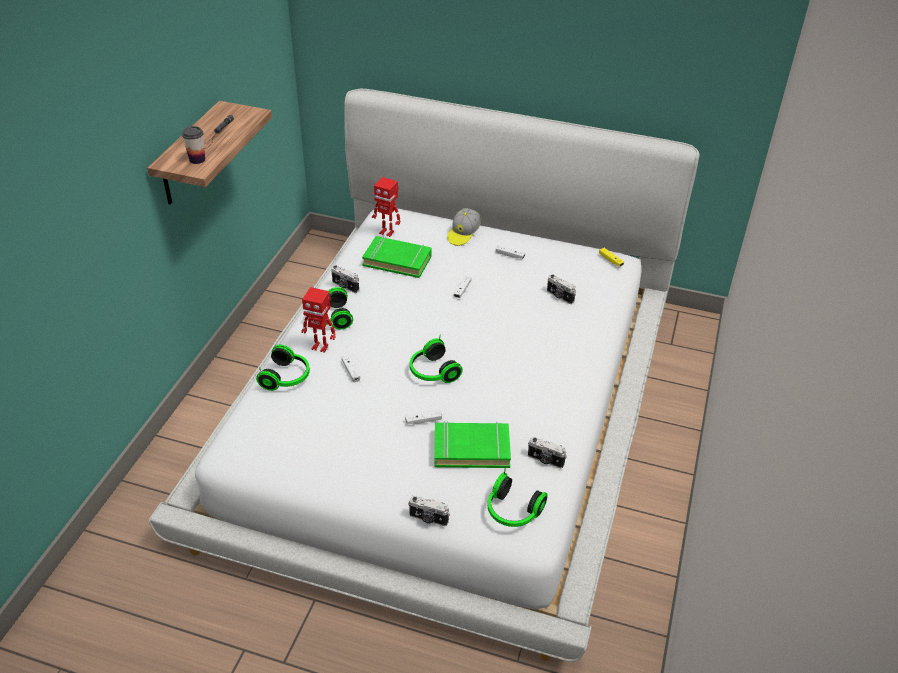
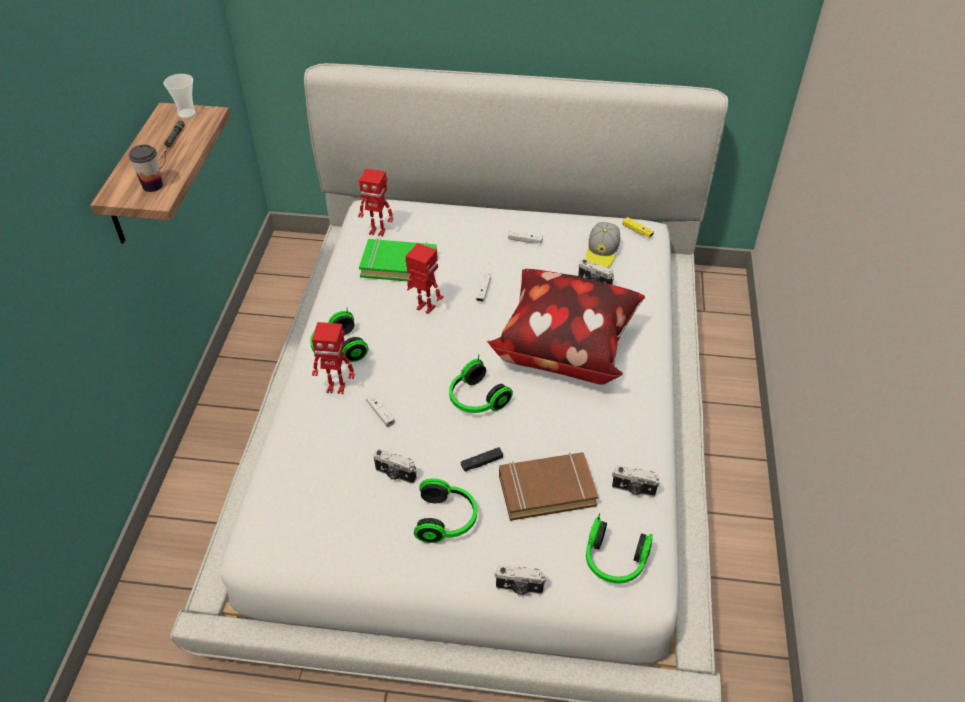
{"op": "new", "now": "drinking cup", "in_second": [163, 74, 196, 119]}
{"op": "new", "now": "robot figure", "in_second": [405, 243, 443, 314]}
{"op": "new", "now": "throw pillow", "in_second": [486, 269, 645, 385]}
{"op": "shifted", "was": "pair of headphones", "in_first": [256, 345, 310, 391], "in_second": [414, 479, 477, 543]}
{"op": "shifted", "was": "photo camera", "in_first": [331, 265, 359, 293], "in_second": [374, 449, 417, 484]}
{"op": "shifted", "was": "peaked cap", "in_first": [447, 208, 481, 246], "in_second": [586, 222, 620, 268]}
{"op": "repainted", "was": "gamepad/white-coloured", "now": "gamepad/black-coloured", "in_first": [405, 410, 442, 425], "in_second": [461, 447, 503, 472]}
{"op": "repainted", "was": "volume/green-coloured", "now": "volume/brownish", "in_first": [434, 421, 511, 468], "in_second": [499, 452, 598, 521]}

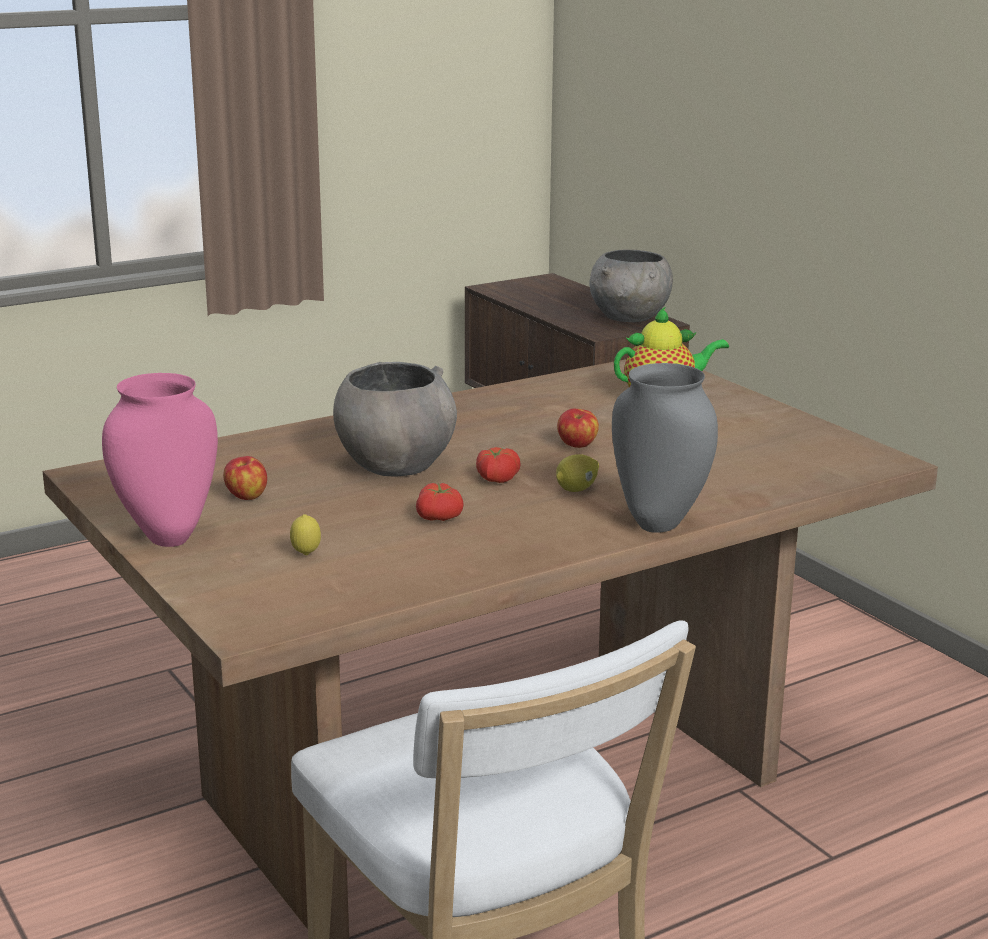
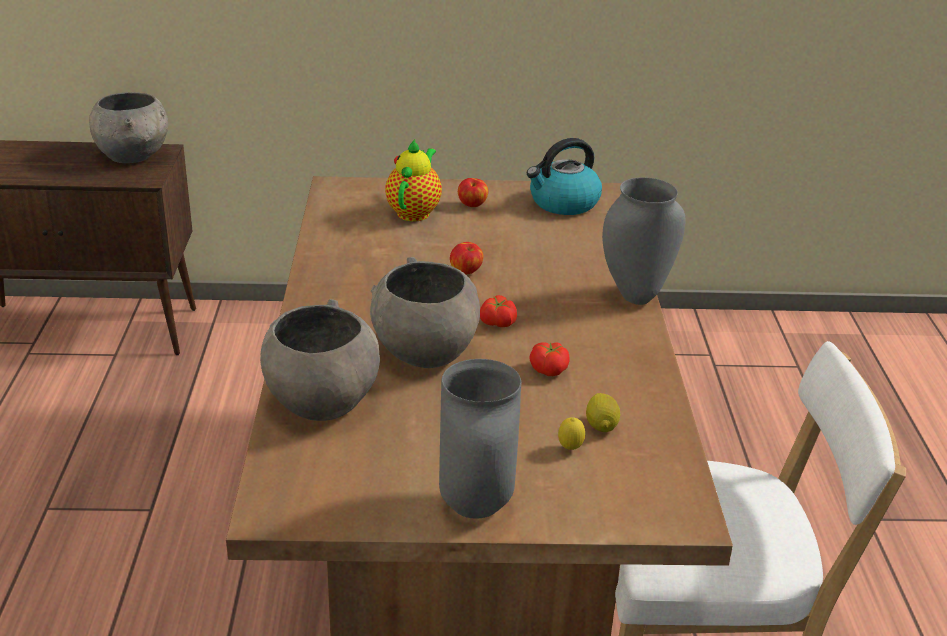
{"op": "new", "now": "bowl/grey", "in_second": [260, 299, 380, 421]}
{"op": "new", "now": "kettle", "in_second": [527, 138, 602, 215]}
{"op": "shifted", "was": "whole apple", "in_first": [223, 456, 267, 500], "in_second": [458, 178, 488, 207]}
{"op": "shifted", "was": "whole lemon", "in_first": [556, 454, 599, 492], "in_second": [586, 393, 620, 432]}
{"op": "repainted", "was": "flower vase/pink", "now": "flower vase/grey", "in_first": [102, 373, 218, 547], "in_second": [439, 359, 521, 518]}

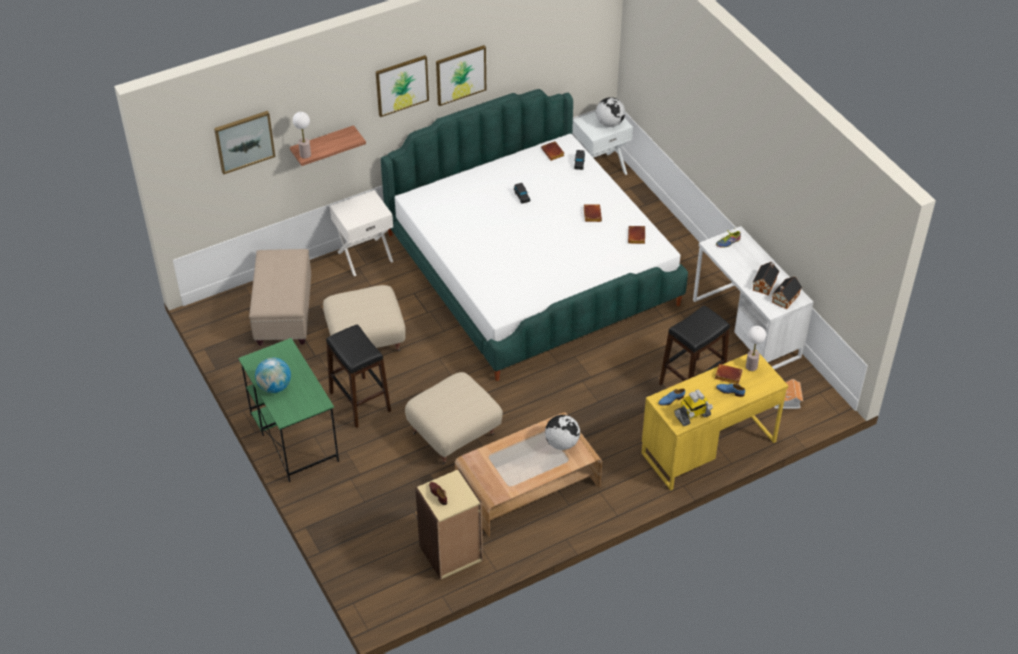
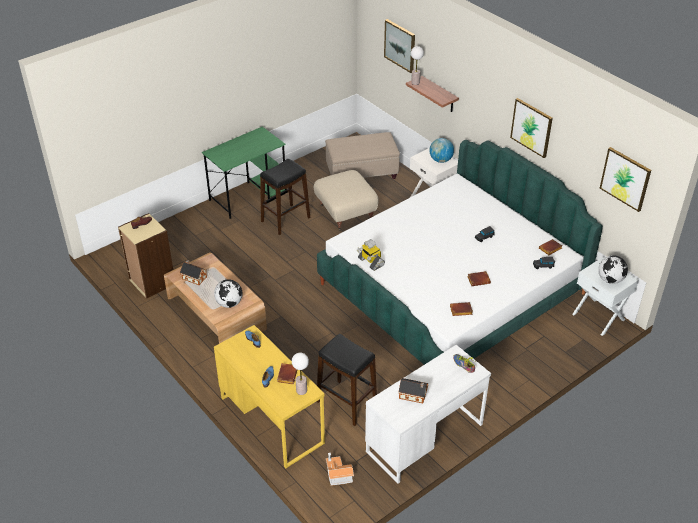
{"op": "gone", "was": "pouffe/beige-coloured", "in_first": [405, 372, 503, 465]}
{"op": "shifted", "was": "desk globe", "in_first": [255, 358, 291, 393], "in_second": [429, 138, 454, 163]}
{"op": "shifted", "was": "wall art", "in_first": [376, 55, 429, 117], "in_second": [600, 147, 651, 212]}
{"op": "shifted", "was": "robot figure", "in_first": [674, 390, 713, 426], "in_second": [357, 239, 385, 271]}
{"op": "shifted", "was": "toy house", "in_first": [772, 276, 802, 309], "in_second": [180, 260, 207, 286]}

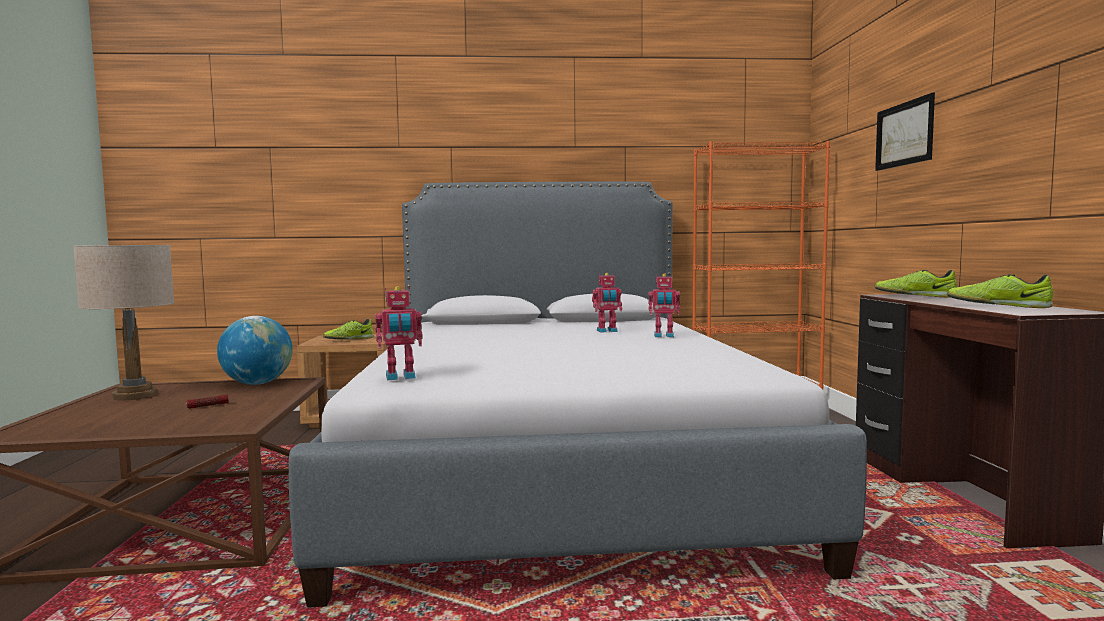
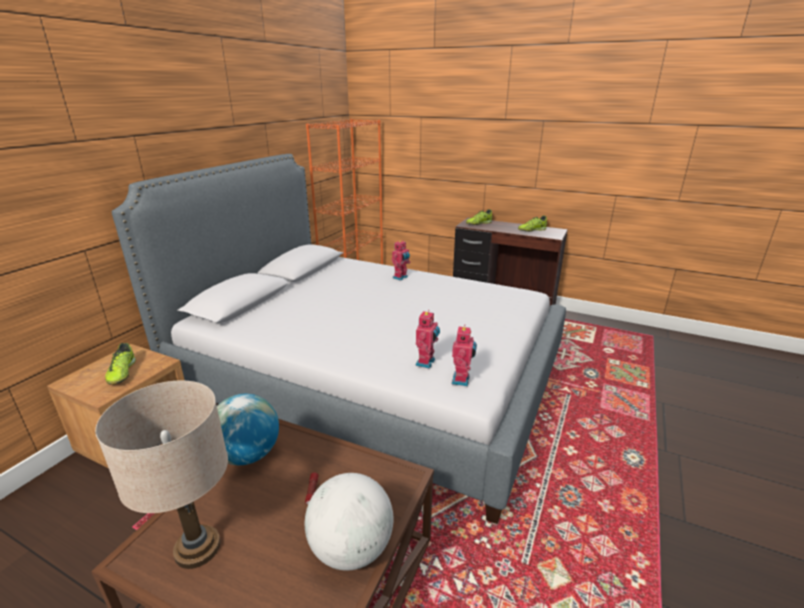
{"op": "gone", "was": "wall art", "in_first": [875, 92, 935, 171]}
{"op": "new", "now": "desk globe", "in_second": [305, 473, 393, 571]}
{"op": "shifted", "was": "robot figure", "in_first": [592, 273, 622, 333], "in_second": [415, 310, 440, 369]}

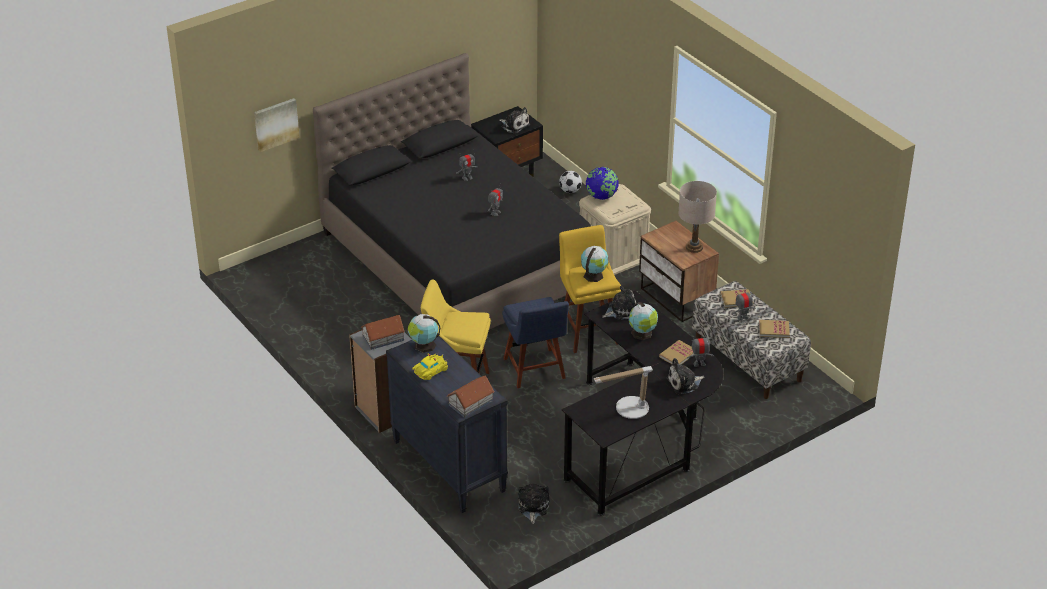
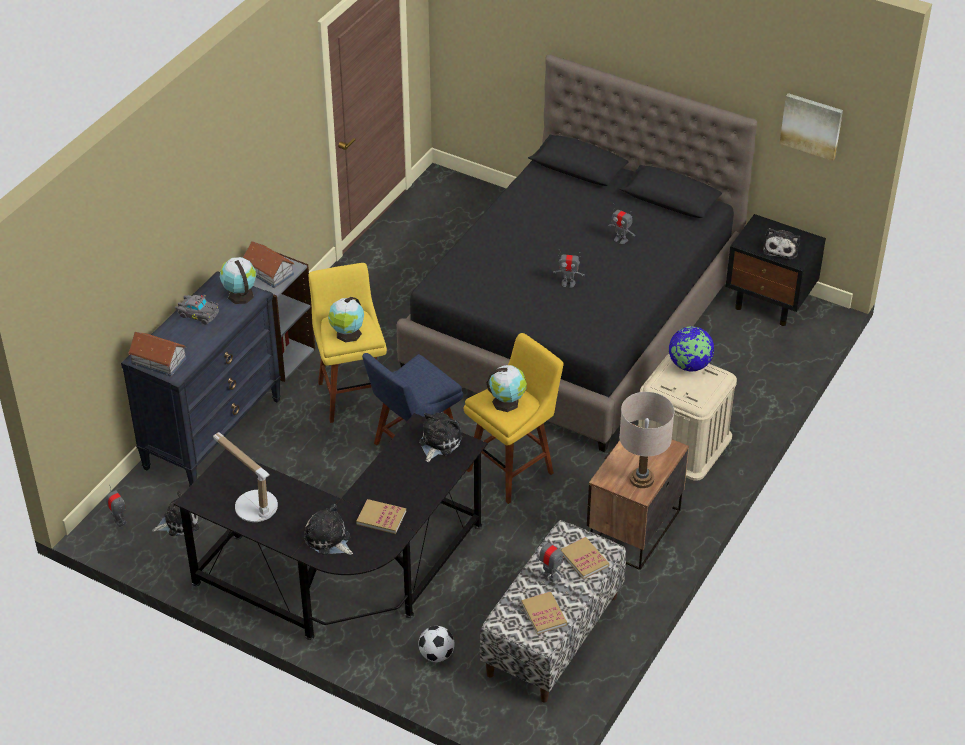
{"op": "shifted", "was": "wall art", "in_first": [254, 98, 299, 152], "in_second": [779, 93, 843, 161]}
{"op": "shifted", "was": "football ball", "in_first": [559, 171, 582, 193], "in_second": [418, 626, 454, 662]}
{"op": "shifted", "was": "desk globe", "in_first": [629, 302, 658, 340], "in_second": [328, 297, 364, 343]}
{"op": "shifted", "was": "robot figure", "in_first": [687, 334, 714, 367], "in_second": [106, 485, 127, 528]}
{"op": "repainted", "was": "toy car/yellow-coloured", "now": "toy car/grey", "in_first": [412, 352, 448, 380], "in_second": [175, 295, 219, 325]}
{"op": "rotated", "was": "plush toy", "in_first": [602, 286, 636, 320], "in_second": [419, 413, 462, 462], "clockwise": -105}

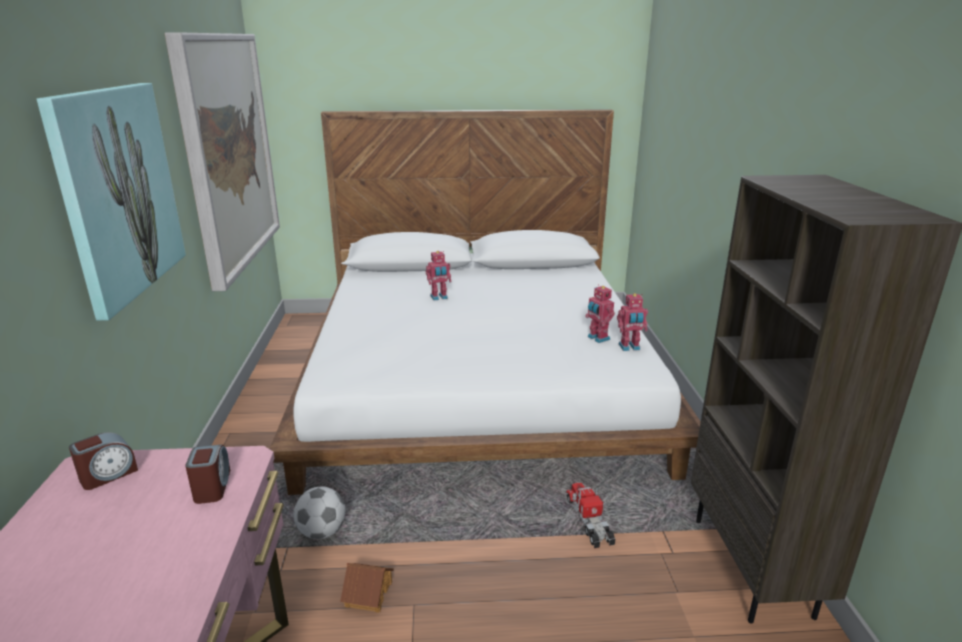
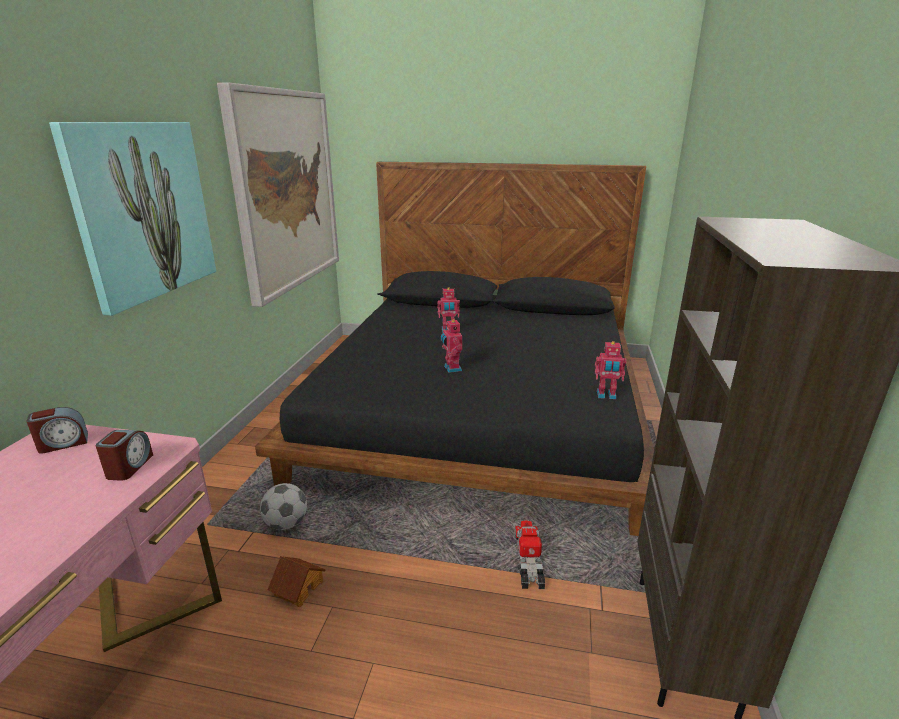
{"op": "shifted", "was": "robot figure", "in_first": [585, 284, 615, 343], "in_second": [441, 318, 462, 373]}
{"op": "repainted", "was": "bed/white-coloured", "now": "bed/black-coloured", "in_first": [269, 109, 700, 495], "in_second": [255, 162, 654, 536]}

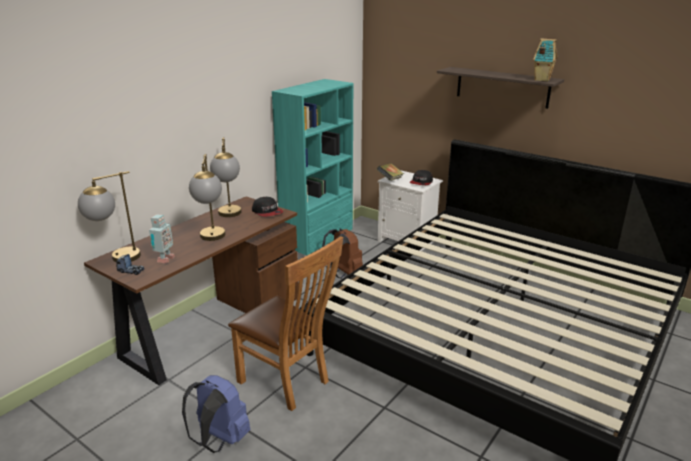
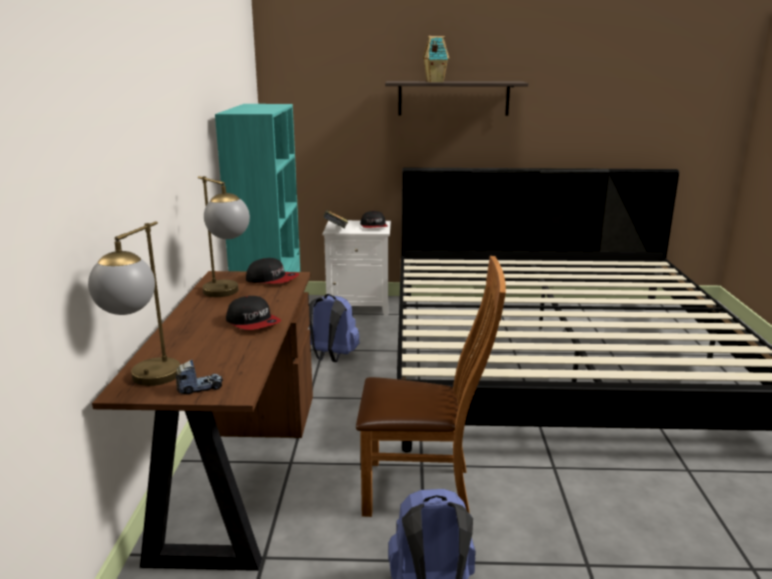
{"op": "gone", "was": "robot figure", "in_first": [149, 214, 175, 264]}
{"op": "shifted", "was": "toy house", "in_first": [533, 38, 557, 82], "in_second": [423, 36, 449, 82]}
{"op": "swapped", "was": "table lamp", "now": "peaked cap", "in_first": [189, 154, 225, 241], "in_second": [226, 296, 281, 330]}
{"op": "repainted", "was": "knapsack/brownish", "now": "knapsack/blue-coloured", "in_first": [322, 229, 363, 279], "in_second": [309, 294, 360, 362]}

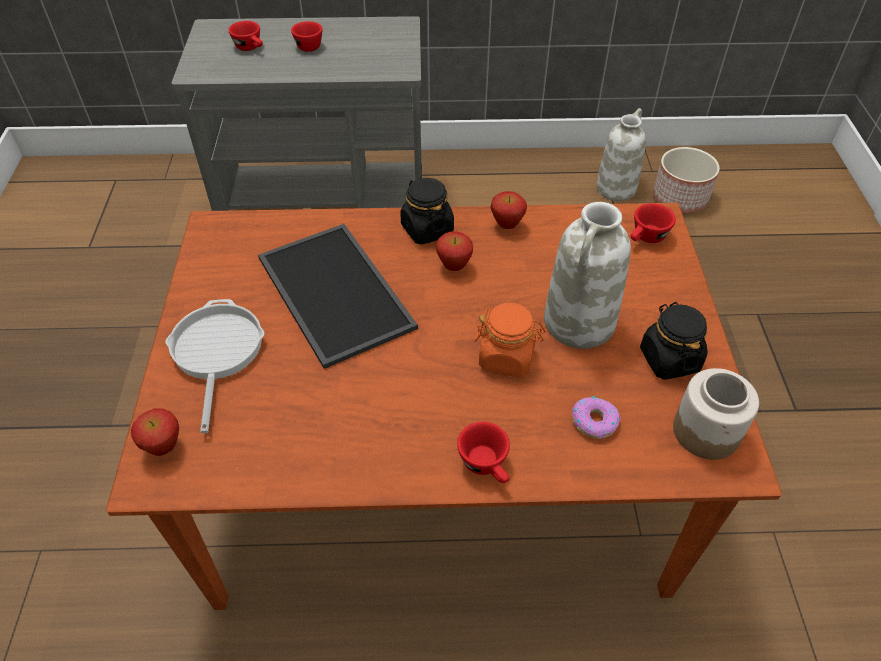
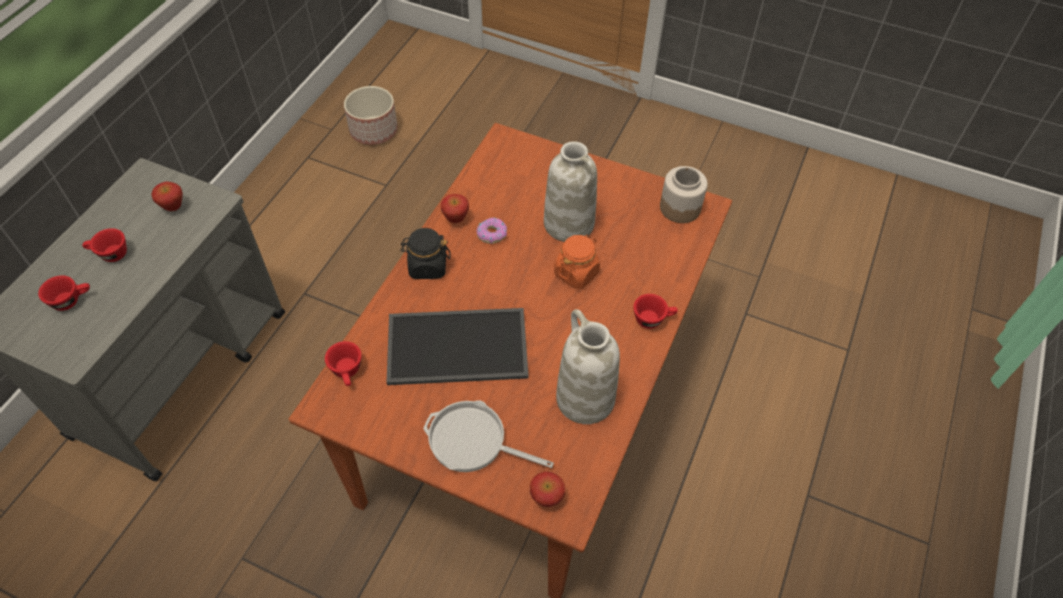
{"op": "gone", "was": "jar/black-coloured", "in_first": [640, 302, 707, 380]}
{"op": "shifted", "was": "whole apple", "in_first": [436, 231, 473, 271], "in_second": [151, 182, 183, 211]}
{"op": "shifted", "was": "doughnut", "in_first": [572, 396, 621, 439], "in_second": [476, 218, 507, 244]}
{"op": "shifted", "was": "flower vase/white-coloured", "in_first": [596, 108, 646, 201], "in_second": [556, 309, 620, 424]}
{"op": "shifted", "was": "drinking cup/red", "in_first": [631, 203, 676, 243], "in_second": [325, 341, 362, 386]}

